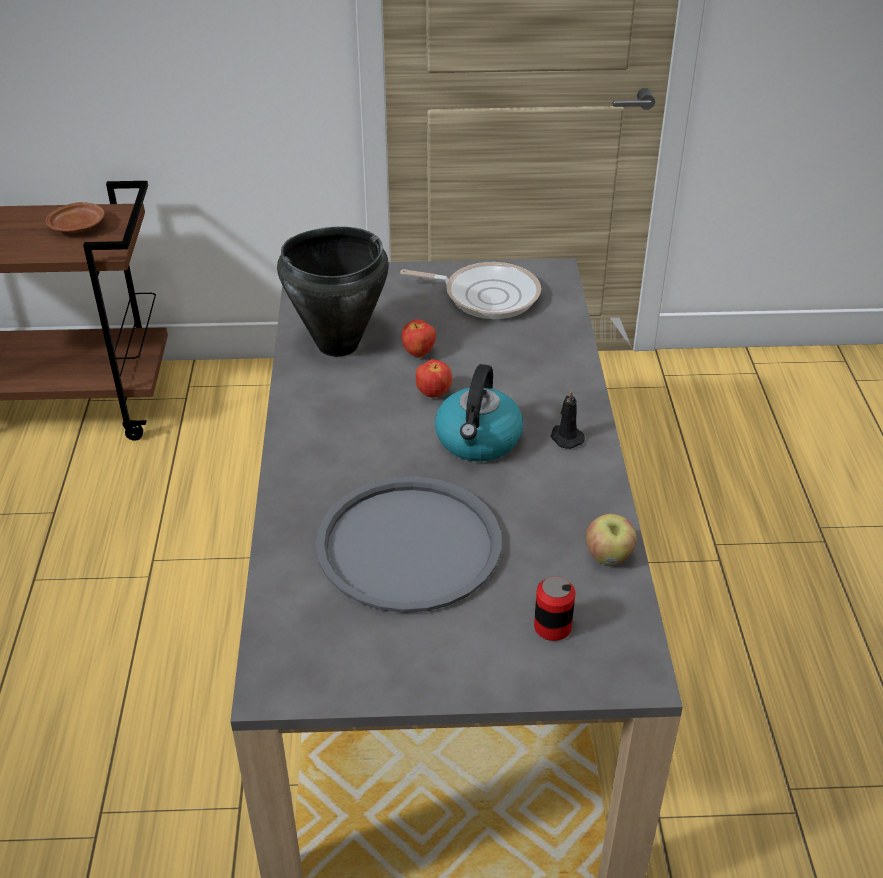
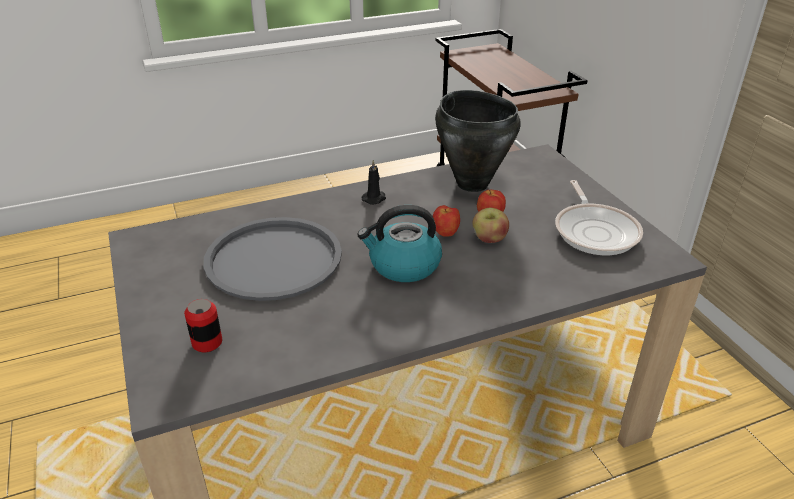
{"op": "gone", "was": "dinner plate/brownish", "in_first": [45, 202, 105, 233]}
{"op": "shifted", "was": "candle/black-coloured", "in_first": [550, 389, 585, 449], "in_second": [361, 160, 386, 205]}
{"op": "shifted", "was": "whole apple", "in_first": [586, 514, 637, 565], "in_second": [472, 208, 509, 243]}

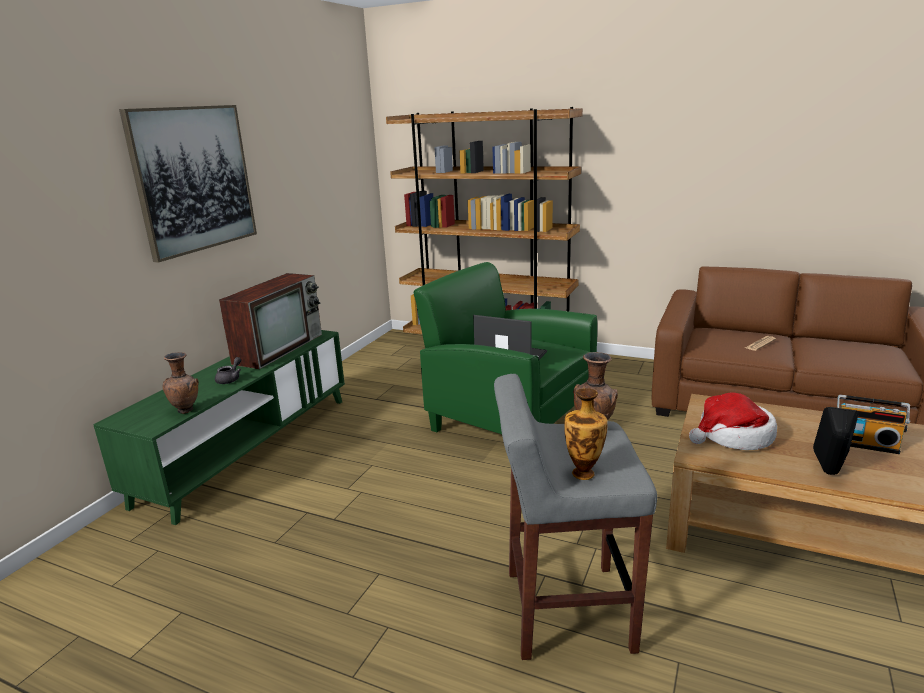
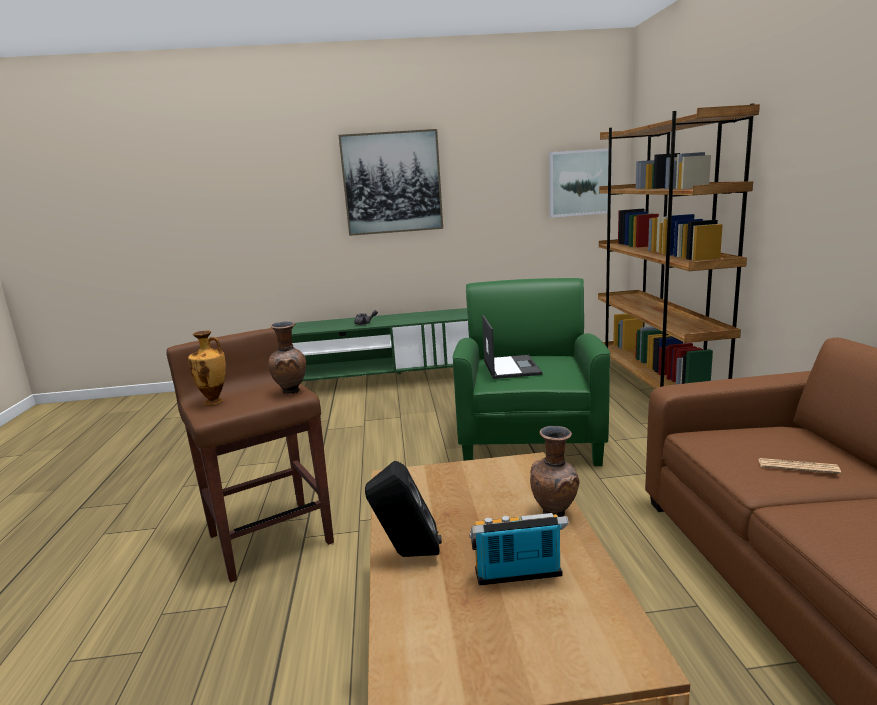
{"op": "gone", "was": "television", "in_first": [219, 273, 322, 369]}
{"op": "gone", "was": "clothing hat", "in_first": [689, 393, 777, 450]}
{"op": "new", "now": "wall art", "in_second": [549, 148, 612, 218]}
{"op": "shifted", "was": "flower vase/brownish", "in_first": [163, 352, 199, 414], "in_second": [530, 426, 580, 517]}
{"op": "repainted", "was": "stool/grey", "now": "stool/brownish", "in_first": [494, 374, 657, 660], "in_second": [166, 328, 334, 583]}
{"op": "rotated", "was": "radio receiver", "in_first": [837, 395, 910, 454], "in_second": [469, 513, 569, 586], "clockwise": 90}

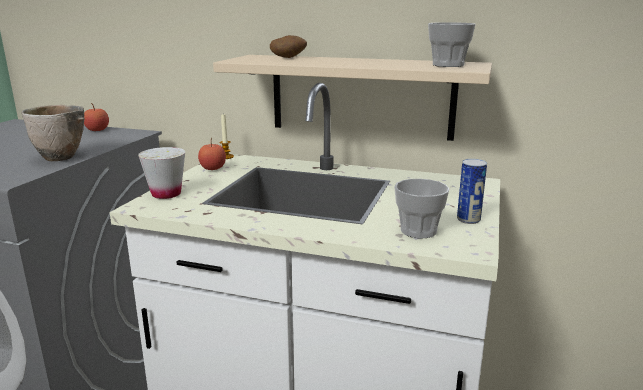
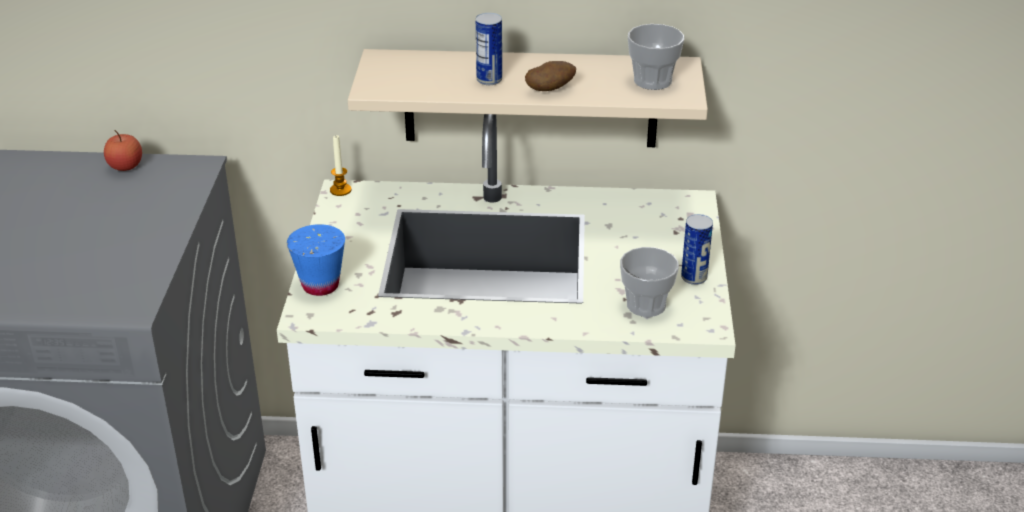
{"op": "gone", "was": "bowl", "in_first": [21, 105, 85, 161]}
{"op": "gone", "was": "whole apple", "in_first": [198, 138, 226, 170]}
{"op": "new", "now": "can", "in_second": [476, 13, 502, 85]}
{"op": "shifted", "was": "whole potato", "in_first": [270, 35, 307, 58], "in_second": [525, 61, 576, 91]}
{"op": "repainted", "was": "drinking cup/white-coloured", "now": "drinking cup/blue-coloured", "in_first": [138, 147, 185, 199], "in_second": [287, 224, 345, 296]}

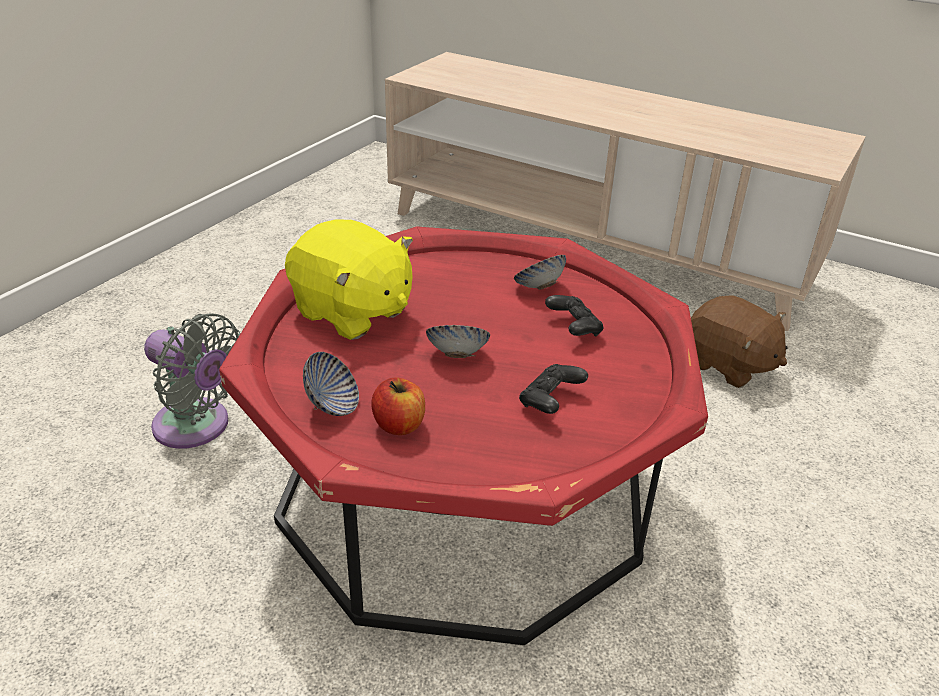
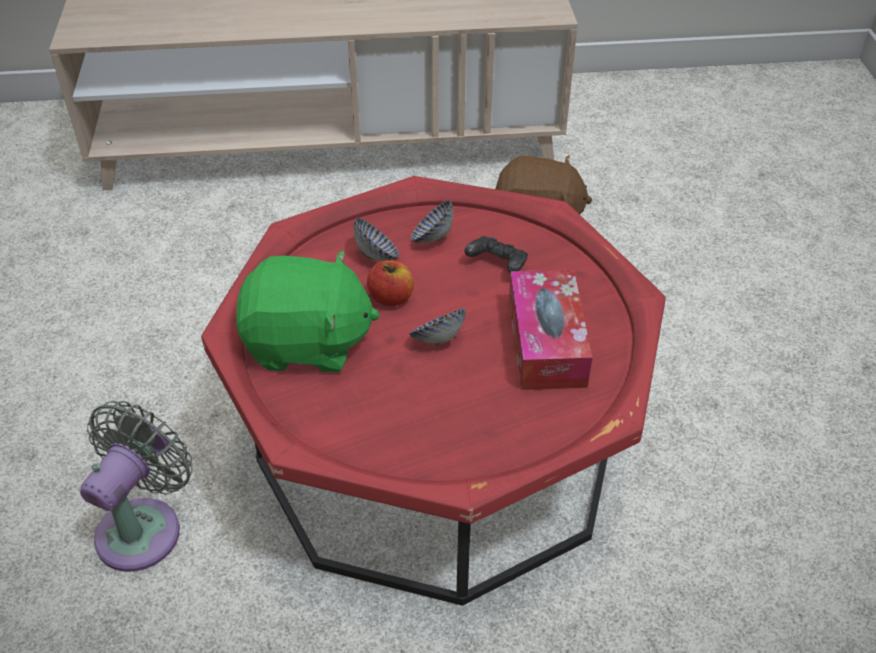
{"op": "shifted", "was": "bowl", "in_first": [303, 352, 359, 416], "in_second": [354, 218, 400, 263]}
{"op": "shifted", "was": "whole apple", "in_first": [371, 377, 425, 435], "in_second": [367, 261, 414, 306]}
{"op": "swapped", "was": "gamepad/black-coloured", "now": "box of tissues", "in_first": [519, 364, 588, 414], "in_second": [509, 269, 592, 390]}
{"op": "repainted", "was": "plush toy/yellow-coloured", "now": "plush toy/green-coloured", "in_first": [285, 219, 413, 340], "in_second": [236, 250, 380, 372]}
{"op": "rotated", "was": "cooling fan/grey", "in_first": [144, 313, 240, 449], "in_second": [80, 401, 193, 572], "clockwise": -60}

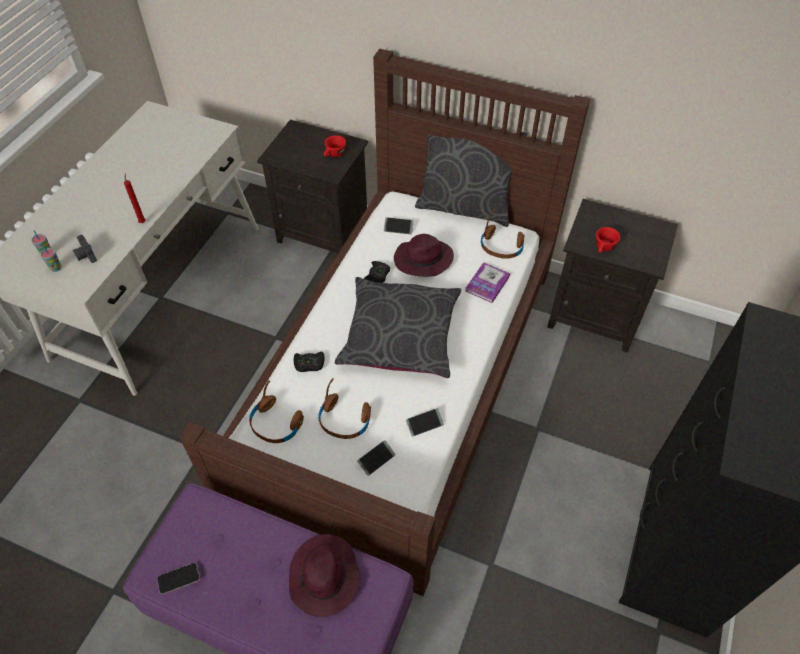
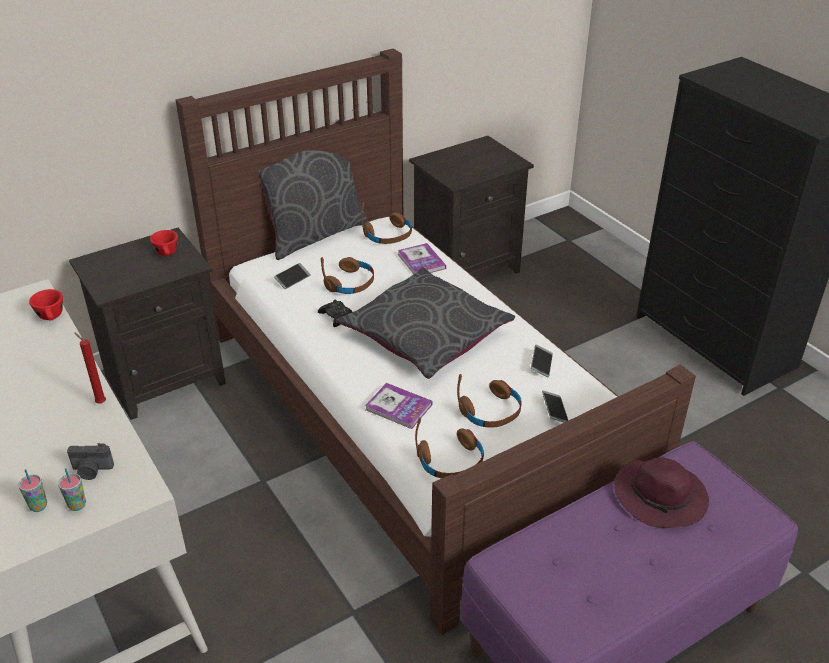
{"op": "gone", "was": "handset", "in_first": [157, 563, 200, 594]}
{"op": "shifted", "was": "drinking cup/red", "in_first": [596, 227, 620, 253], "in_second": [29, 289, 63, 321]}
{"op": "swapped", "was": "gamepad/black-coloured", "now": "volume", "in_first": [294, 352, 324, 372], "in_second": [365, 383, 432, 429]}
{"op": "swapped", "was": "clothing hat/purple-coloured", "now": "pair of headphones/brownish", "in_first": [394, 234, 454, 277], "in_second": [321, 257, 374, 294]}

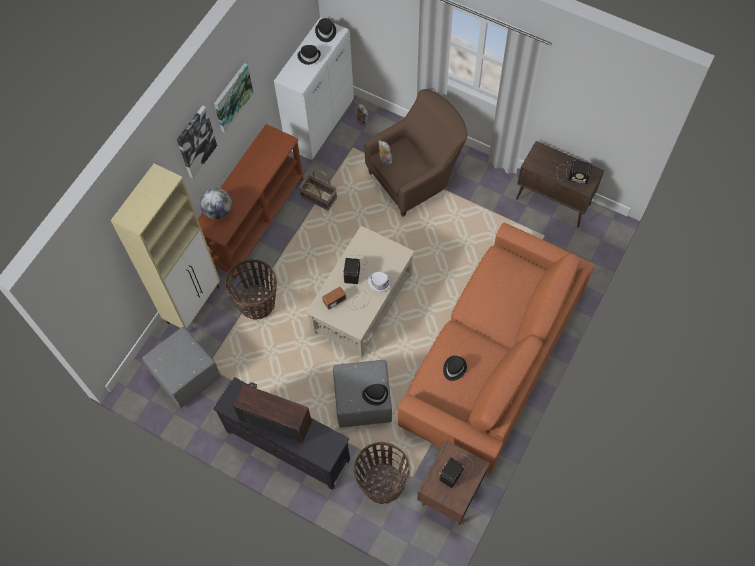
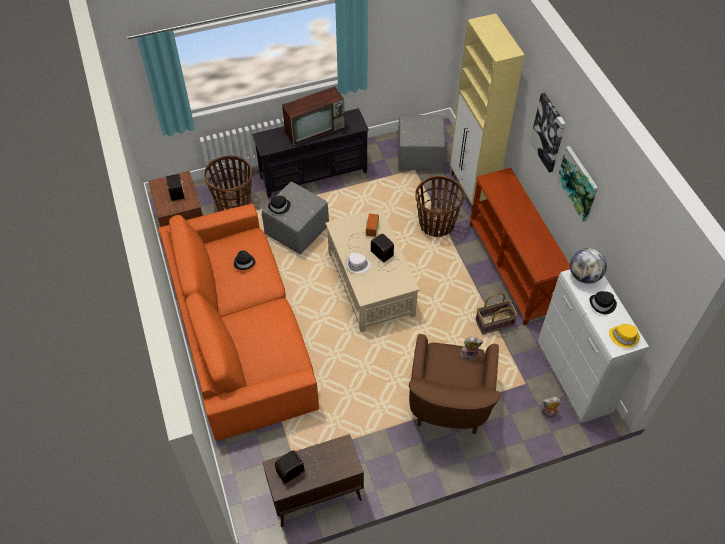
{"op": "shifted", "was": "desk globe", "in_first": [200, 188, 232, 219], "in_second": [570, 248, 607, 284]}
{"op": "repainted", "was": "clothing hat/black-coloured", "now": "clothing hat/yellow-coloured", "in_first": [315, 18, 336, 42], "in_second": [609, 324, 640, 348]}

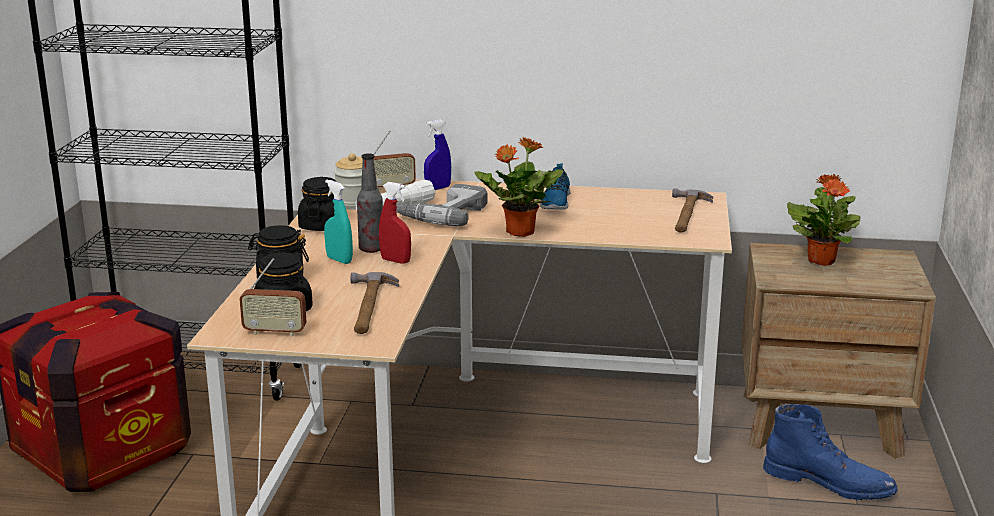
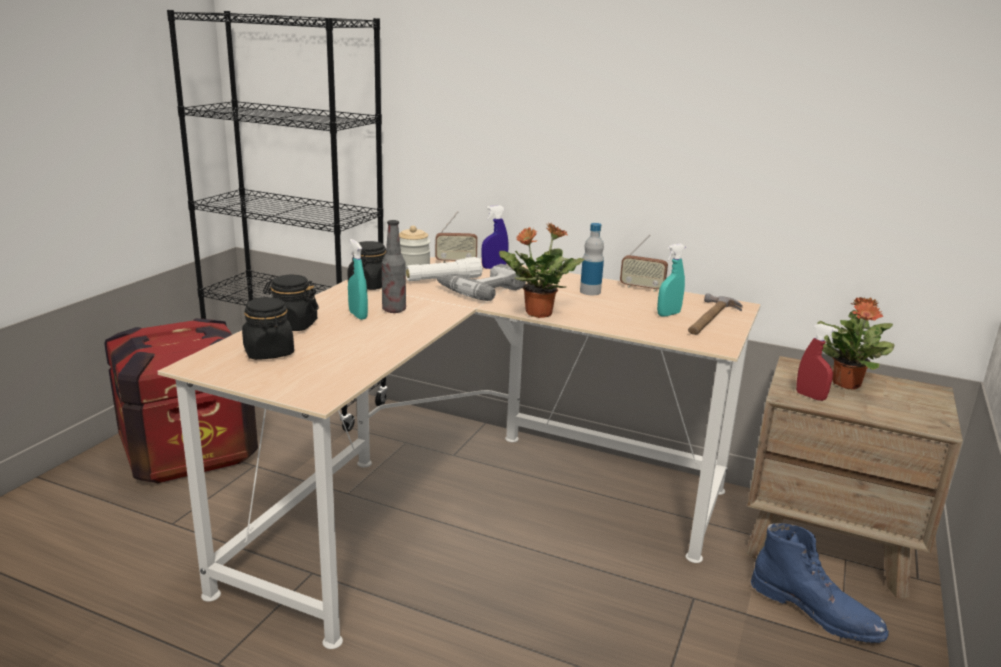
{"op": "gone", "was": "hand hammer", "in_first": [350, 272, 399, 334]}
{"op": "new", "now": "hand sprayer/blue-green", "in_second": [657, 244, 685, 317]}
{"op": "shifted", "was": "radio receiver", "in_first": [239, 259, 306, 336], "in_second": [620, 234, 668, 292]}
{"op": "shifted", "was": "hand sprayer/red", "in_first": [379, 182, 411, 264], "in_second": [796, 324, 838, 401]}
{"op": "swapped", "was": "low shoe", "now": "drink bottle", "in_first": [540, 163, 571, 209], "in_second": [580, 223, 604, 295]}

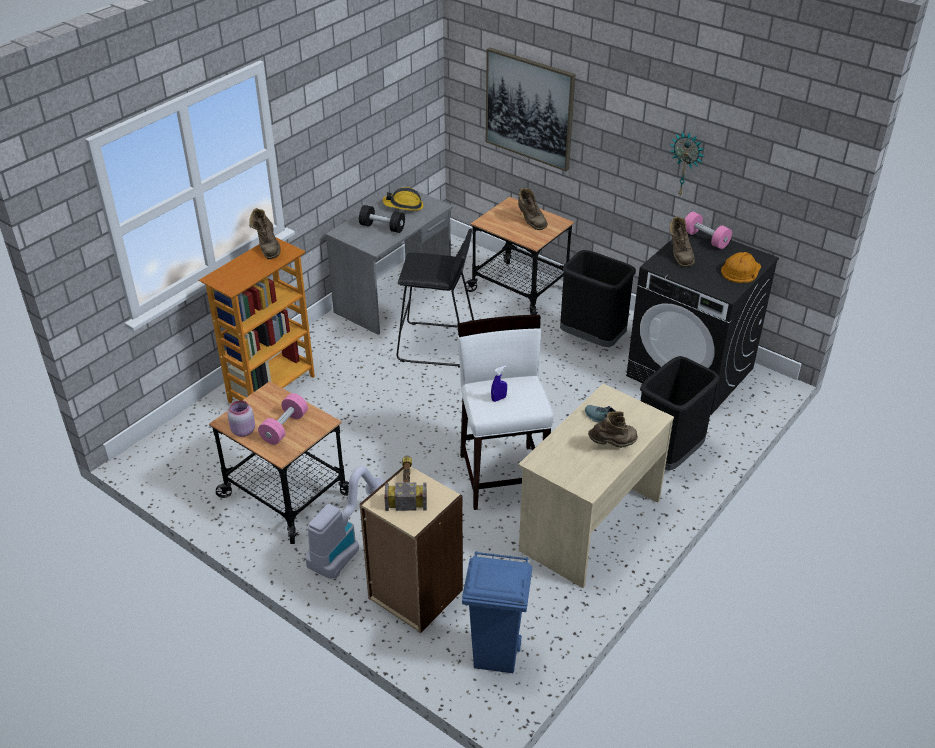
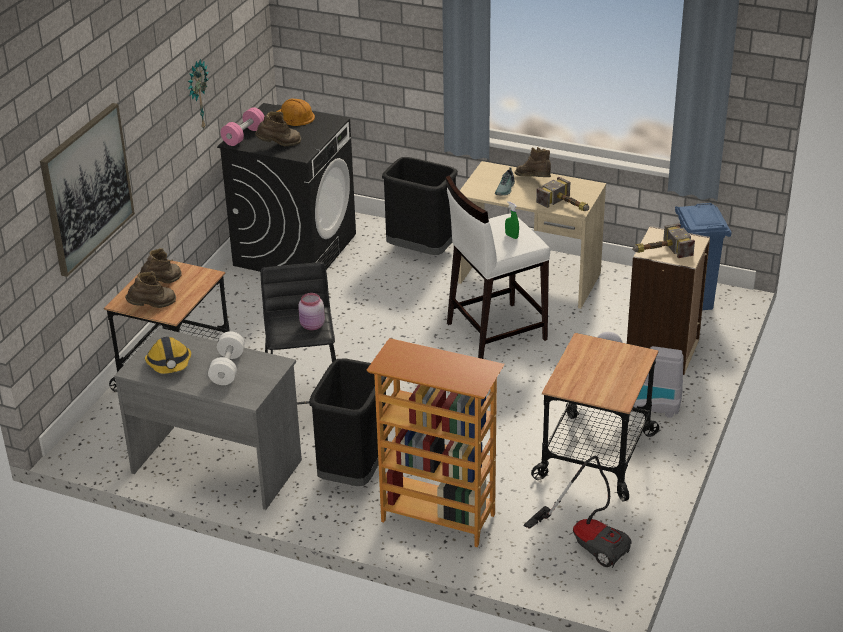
{"op": "gone", "was": "dumbbell/pink", "in_first": [258, 393, 308, 445]}
{"op": "new", "now": "vacuum cleaner", "in_second": [524, 456, 632, 568]}
{"op": "new", "now": "hand hammer", "in_second": [536, 177, 589, 211]}
{"op": "shifted", "was": "jar/pink", "in_first": [228, 400, 255, 437], "in_second": [298, 293, 325, 330]}
{"op": "shifted", "was": "high-top boot/brownish", "in_first": [249, 208, 281, 259], "in_second": [125, 271, 176, 308]}
{"op": "shifted", "was": "rubbish bin/black-coloured", "in_first": [560, 250, 636, 347], "in_second": [309, 358, 388, 486]}
{"op": "repainted", "was": "dumbbell/black-coloured", "now": "dumbbell/white-coloured", "in_first": [359, 205, 405, 233], "in_second": [208, 331, 245, 385]}
{"op": "repainted", "was": "hand sprayer/blue-coloured", "now": "hand sprayer/green-coloured", "in_first": [491, 366, 507, 402], "in_second": [505, 201, 519, 239]}

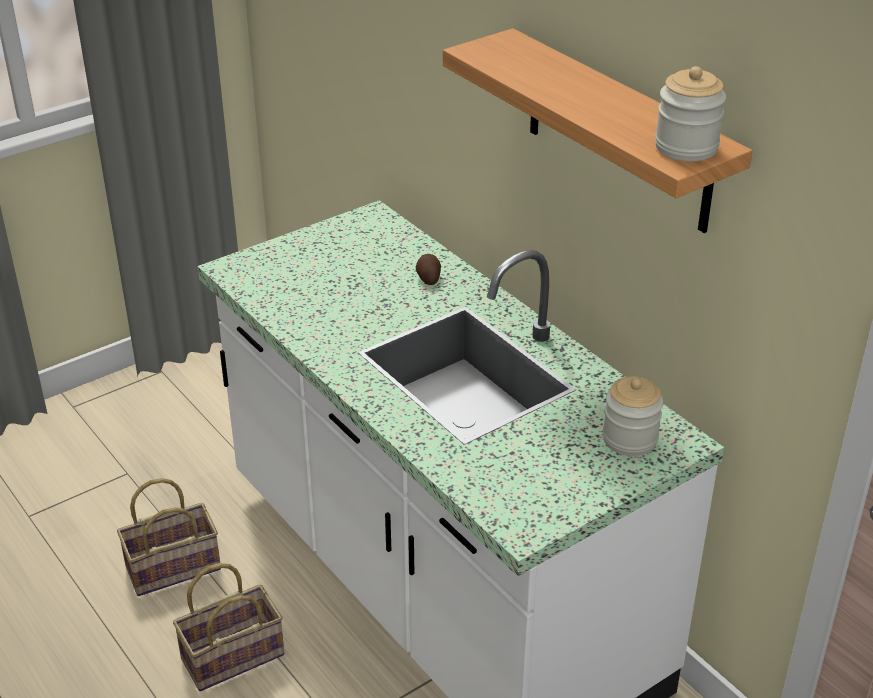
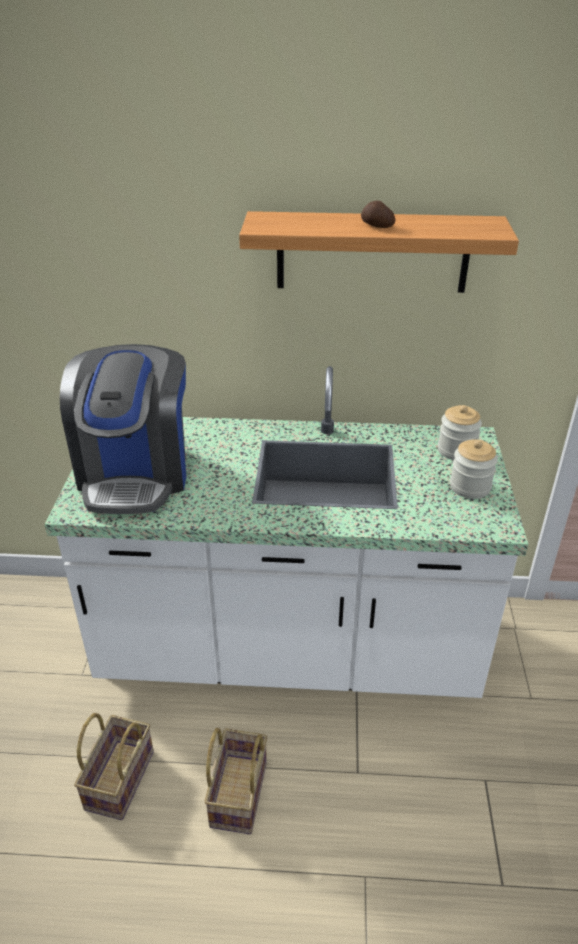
{"op": "new", "now": "coffee maker", "in_second": [60, 344, 186, 514]}
{"op": "shifted", "was": "whole potato", "in_first": [416, 254, 441, 285], "in_second": [361, 201, 395, 228]}
{"op": "shifted", "was": "jar", "in_first": [655, 66, 726, 161], "in_second": [450, 439, 498, 499]}

